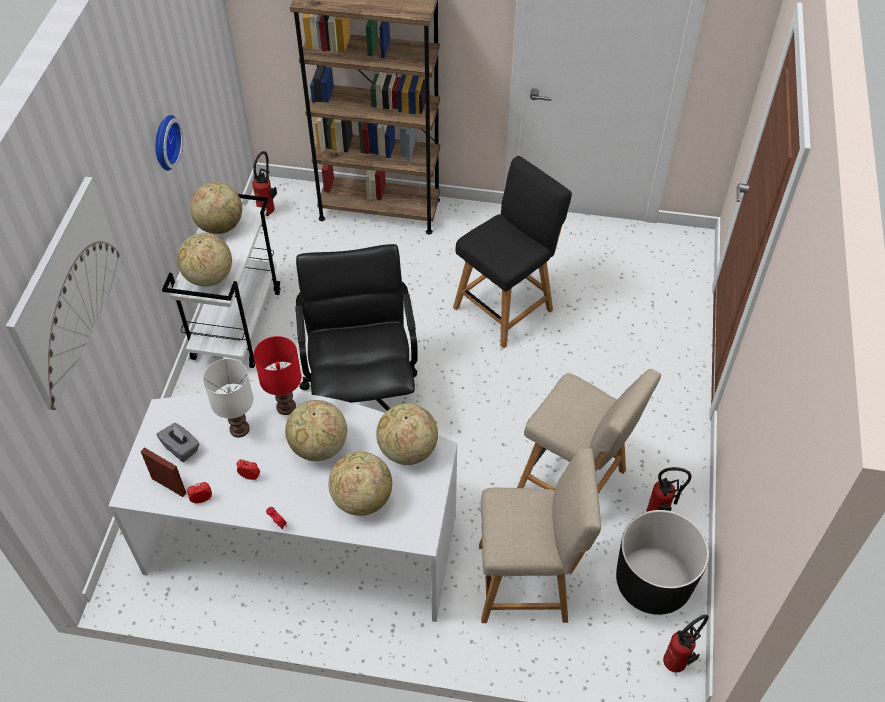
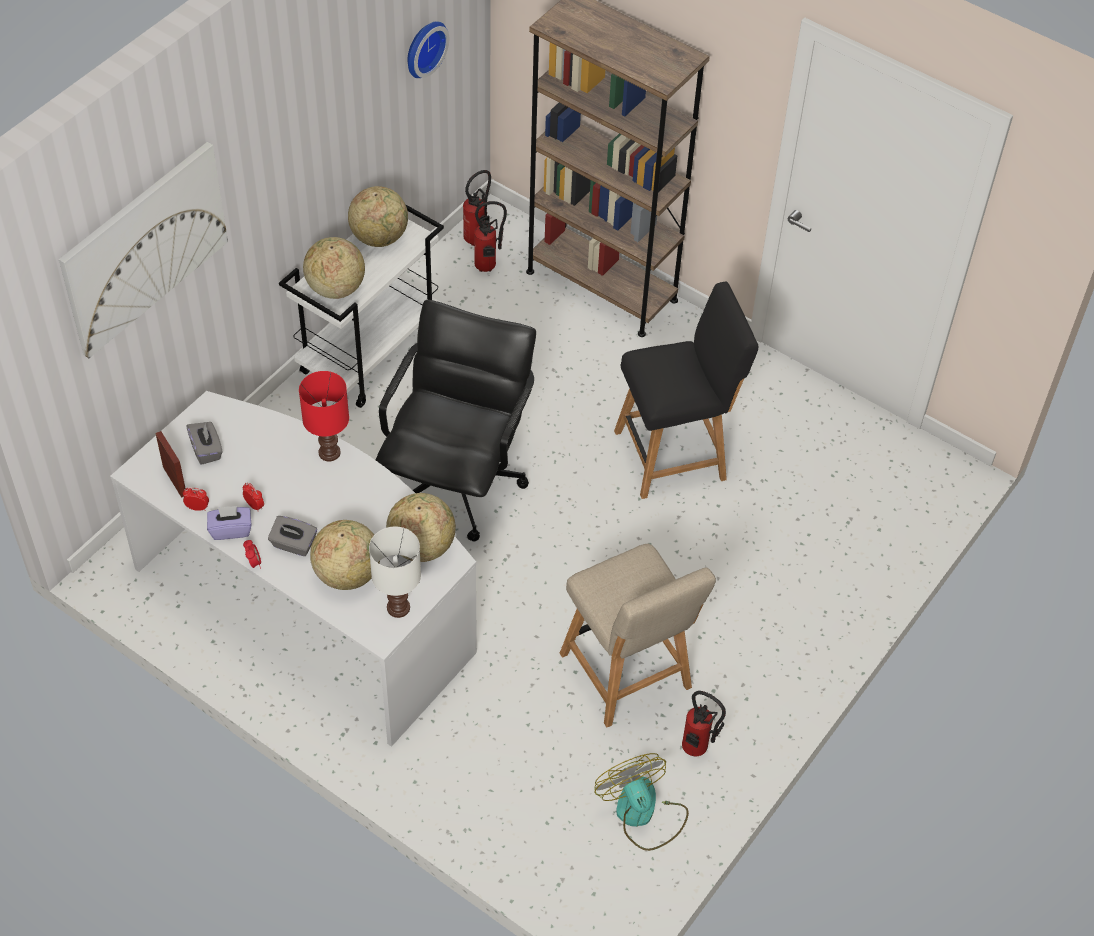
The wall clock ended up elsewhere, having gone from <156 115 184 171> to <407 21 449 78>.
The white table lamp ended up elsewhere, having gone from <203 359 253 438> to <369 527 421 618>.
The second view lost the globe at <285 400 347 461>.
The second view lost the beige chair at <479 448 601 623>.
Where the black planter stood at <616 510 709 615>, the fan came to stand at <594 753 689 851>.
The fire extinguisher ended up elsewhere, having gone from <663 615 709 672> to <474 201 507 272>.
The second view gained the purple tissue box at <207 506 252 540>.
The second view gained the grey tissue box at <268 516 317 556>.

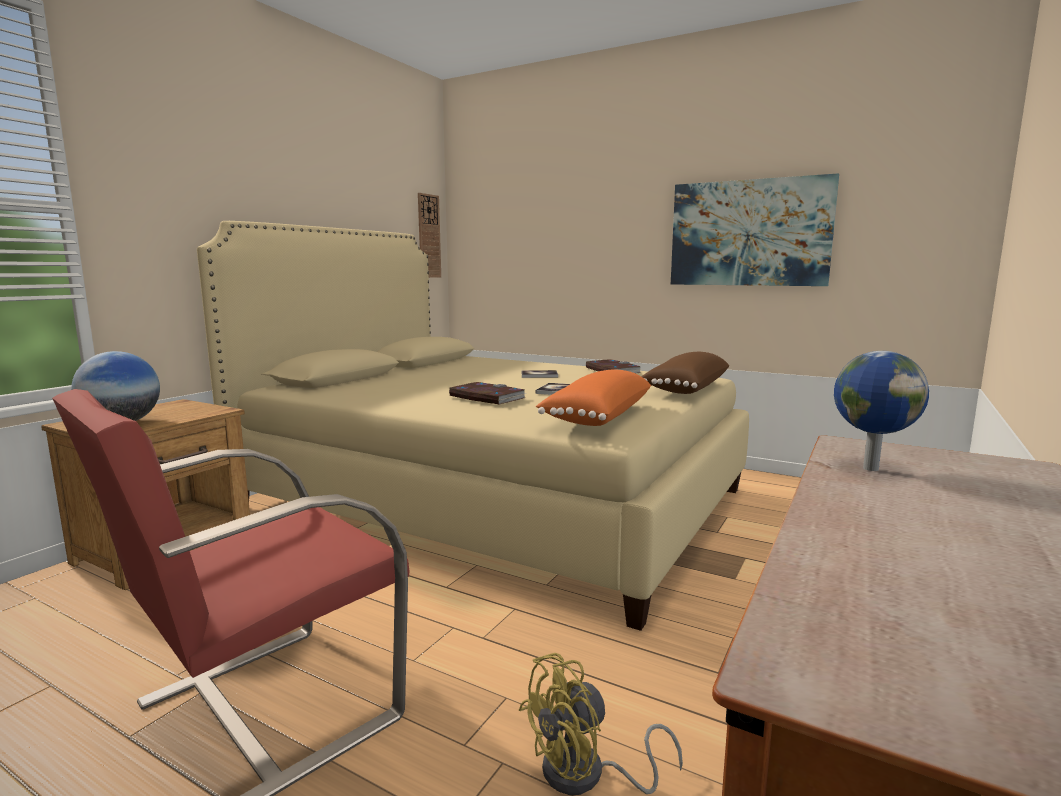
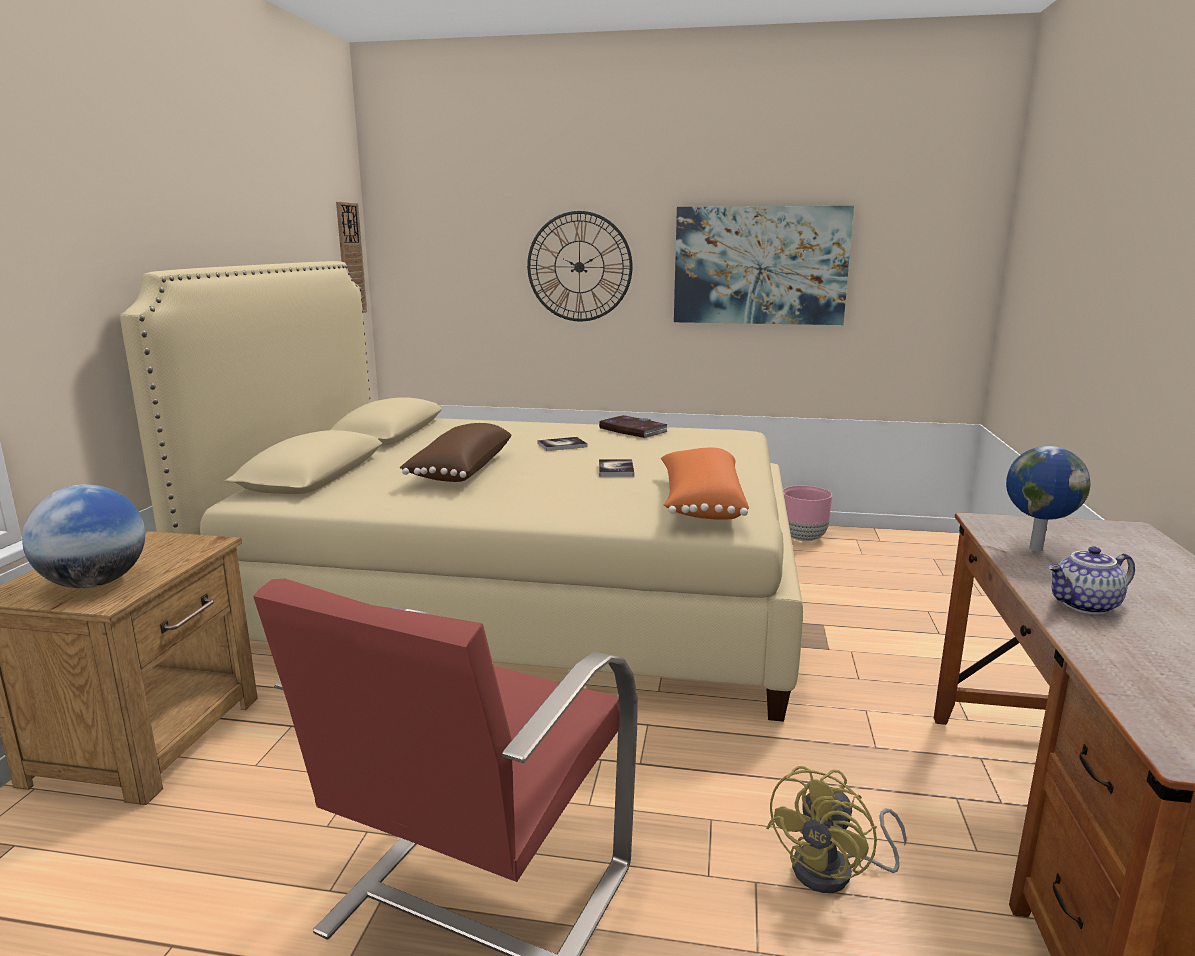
The second view lost the book at <449 382 527 405>.
The brown pillow ended up elsewhere, having gone from <641 352 729 394> to <400 423 512 482>.
The second view gained the wall clock at <527 211 633 322>.
The second view gained the pink planter at <783 486 832 541>.
The second view gained the teapot at <1048 546 1135 615>.

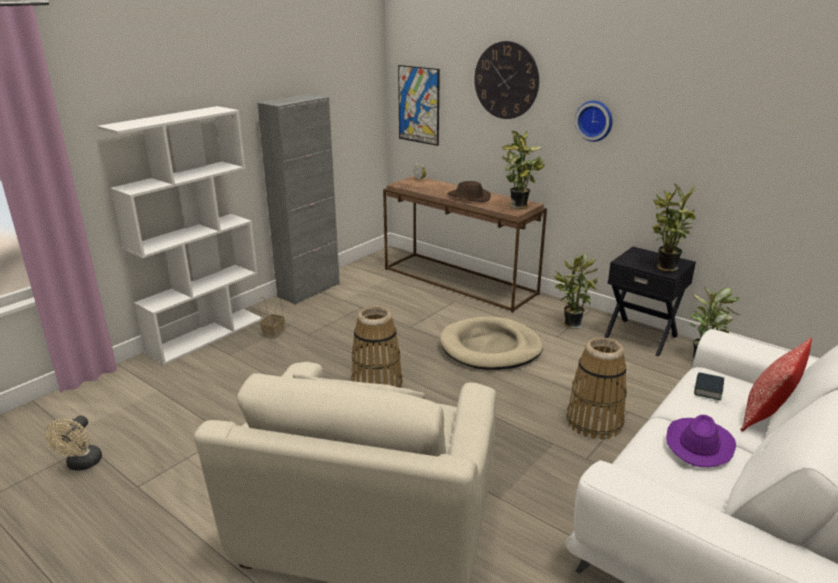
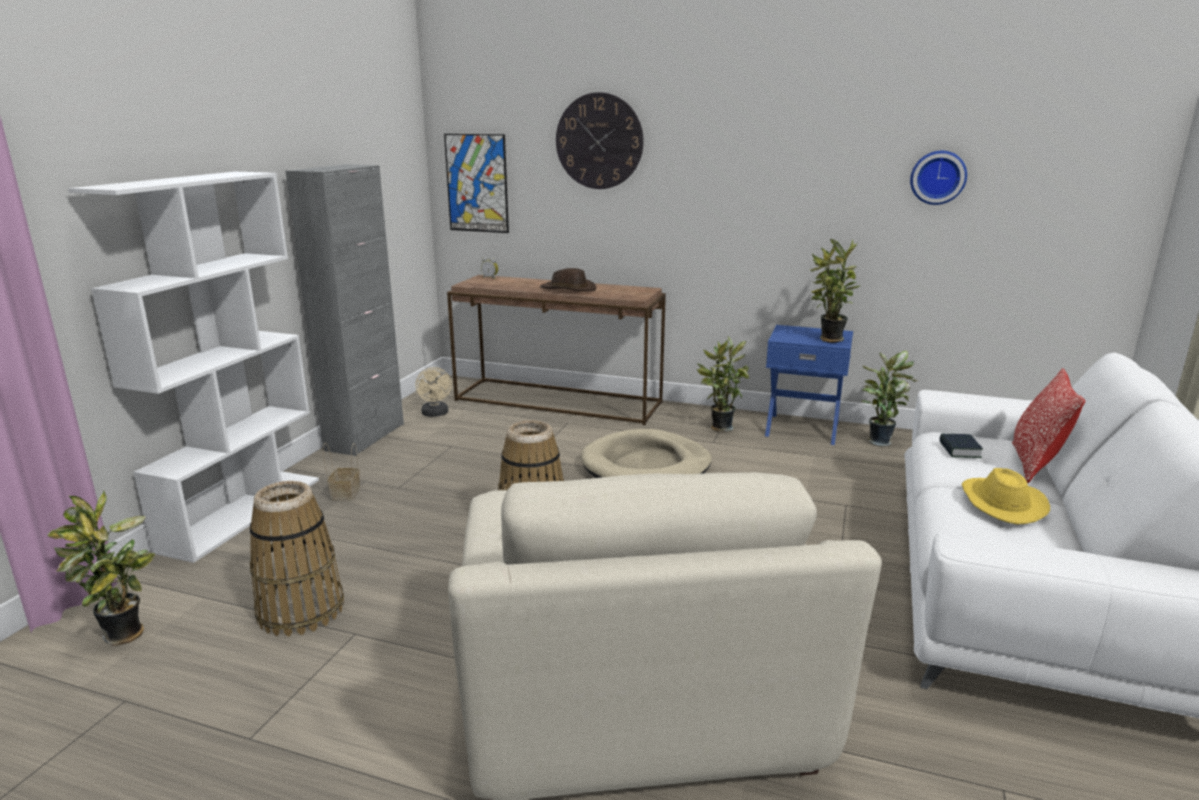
The beige fan ended up elsewhere, having gone from <45 416 102 470> to <415 367 452 417>.
The potted plant ended up elsewhere, having gone from <502 130 545 209> to <47 491 155 646>.
The basket ended up elsewhere, having gone from <567 337 627 440> to <250 481 344 637>.
The wall clock ended up elsewhere, having gone from <575 101 613 142> to <910 151 967 205>.
What was the black nightstand at <604 247 696 356> turned into the blue nightstand at <765 325 853 445>.
What was the purple hat at <666 415 736 467> turned into the yellow hat at <962 468 1050 524>.

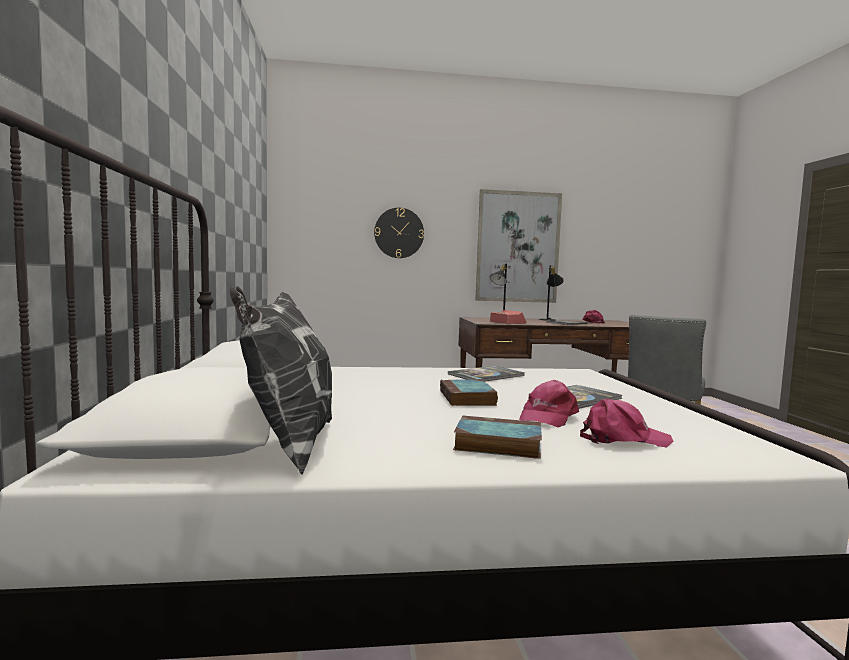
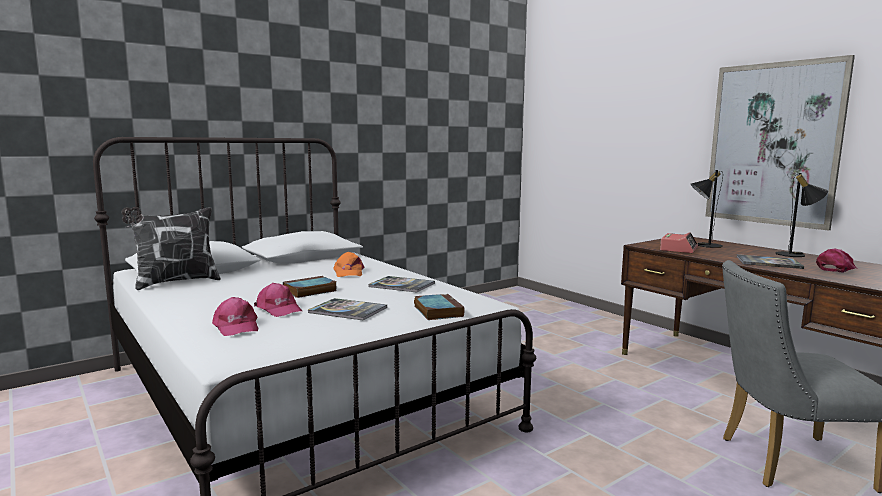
The second view lost the wall clock at <374 208 424 258>.
The book ended up elsewhere, having gone from <453 415 542 459> to <414 294 464 320>.
The pink cap at <519 380 579 427> ended up facing another way, 135 degrees counterclockwise from before.
The second view gained the orange cap at <333 252 364 277>.

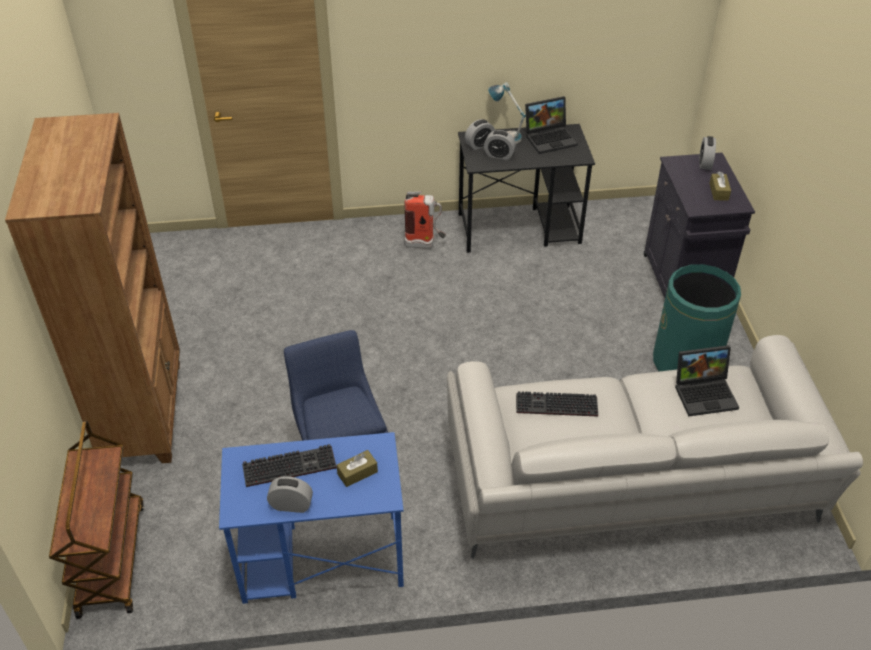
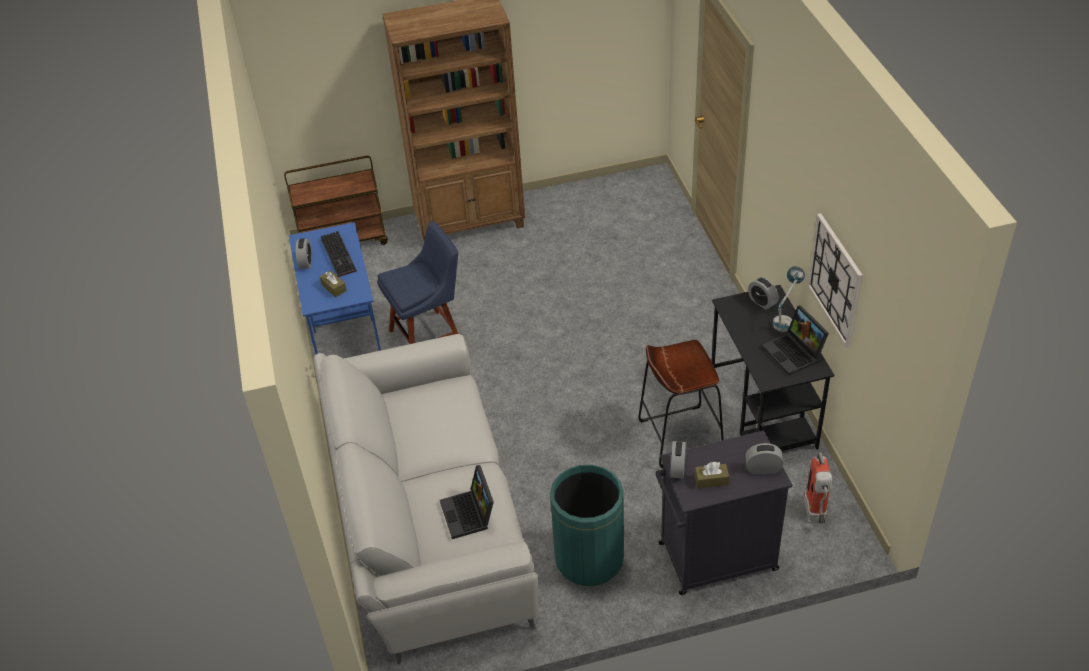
The fire extinguisher ended up elsewhere, having gone from <404 191 446 249> to <804 452 833 524>.
The alarm clock ended up elsewhere, having gone from <484 130 516 160> to <671 441 686 478>.
The second view lost the keyboard at <516 391 598 417>.
The second view gained the brown stool at <639 340 724 468>.
The second view gained the wall clock at <807 213 863 348>.

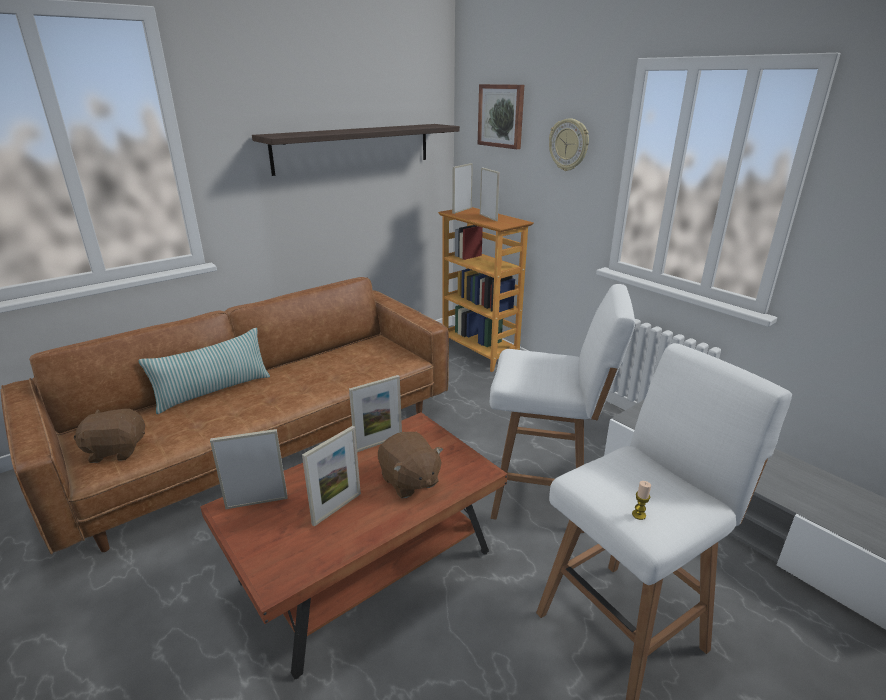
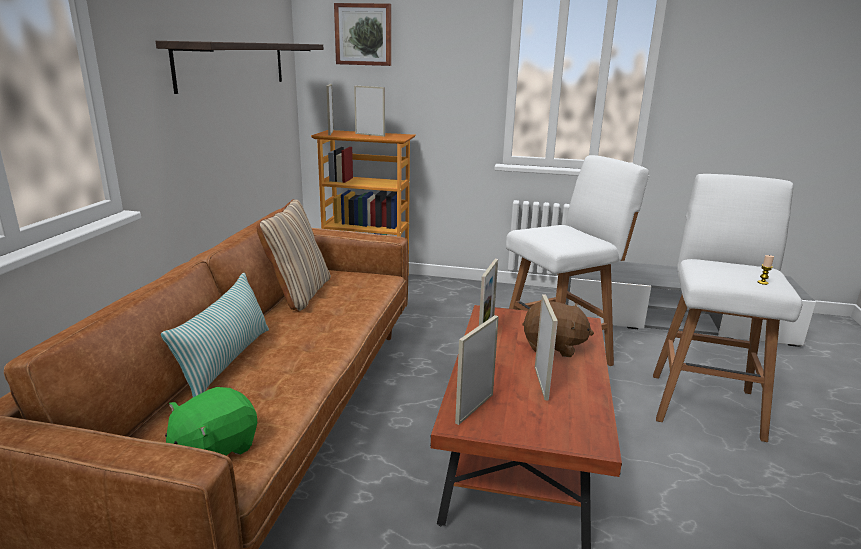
What was the brown plush toy at <74 409 145 463> turned into the green plush toy at <165 387 257 455>.
The second view lost the wall clock at <549 118 589 171>.
The second view gained the beige pillow at <257 199 331 312>.

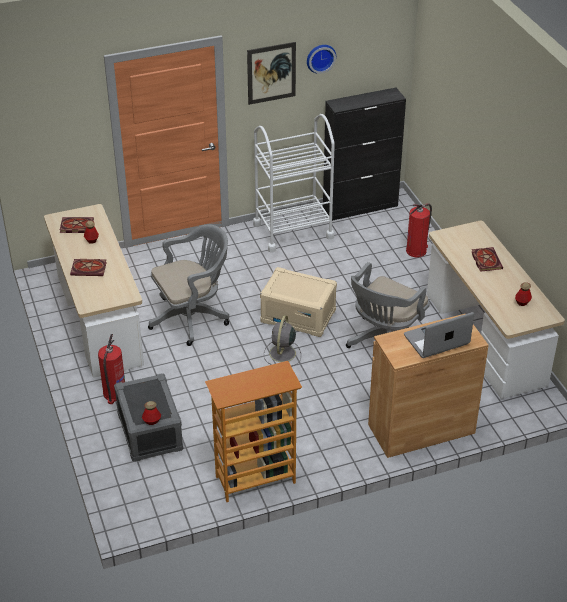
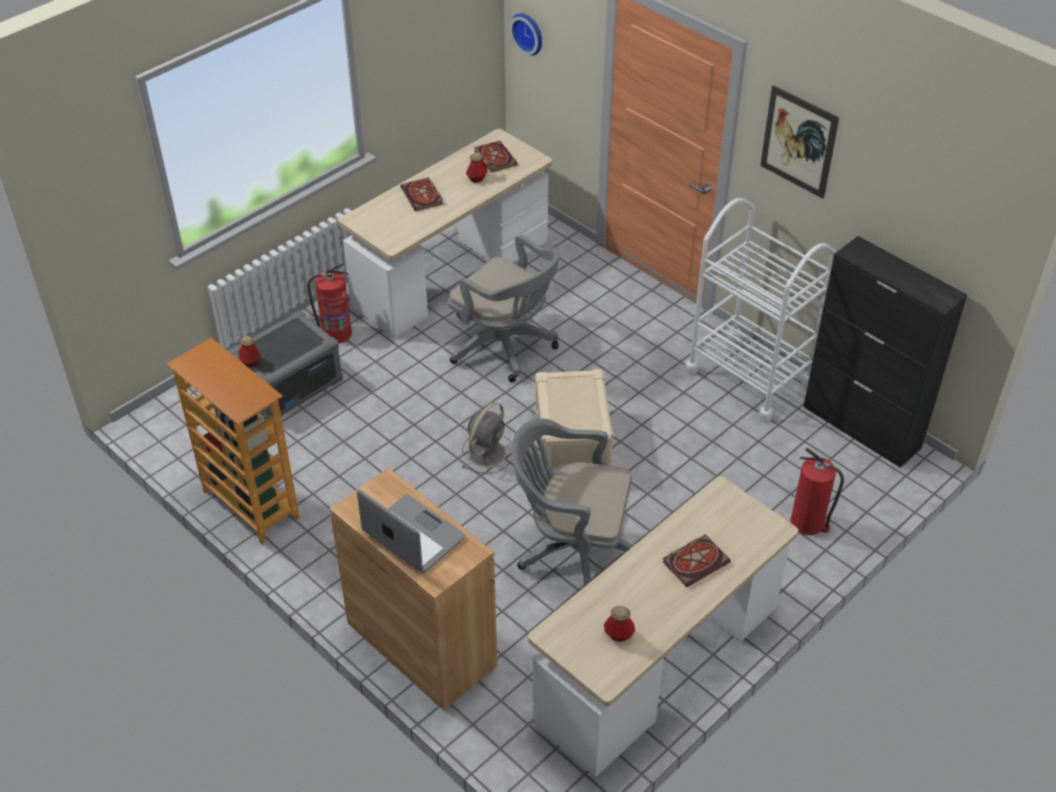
The grey fan at <264 315 301 366> ended up facing another way, 135 degrees clockwise from before.
The wall clock ended up elsewhere, having gone from <307 45 336 74> to <510 13 542 56>.

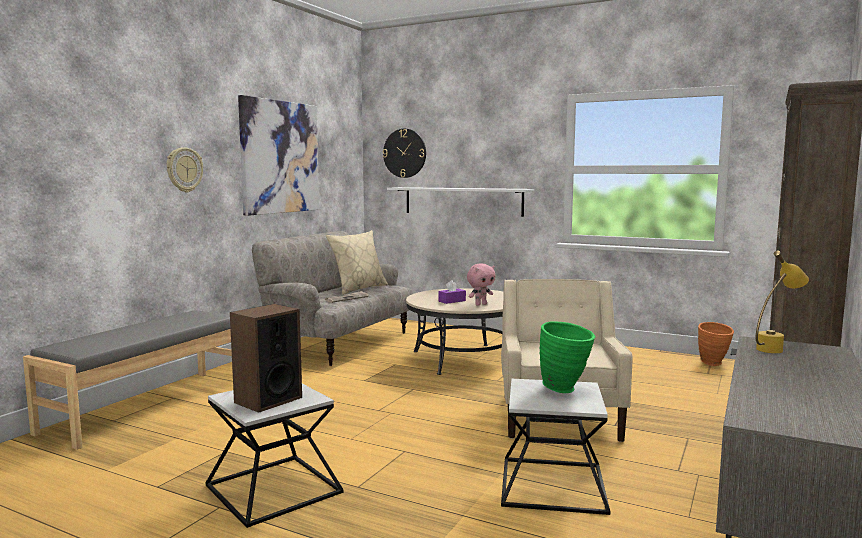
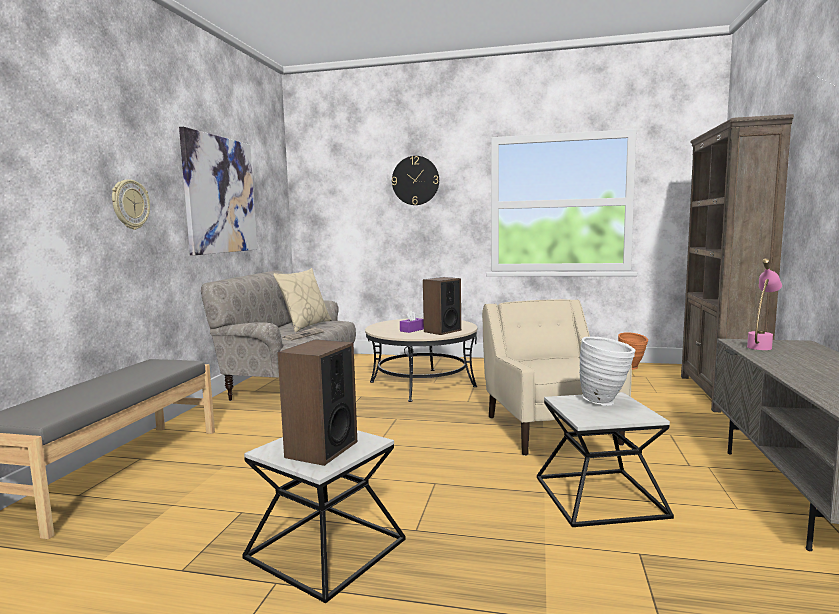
The wall clock ended up elsewhere, having gone from <383 129 426 178> to <392 156 439 205>.
The second view lost the white shelf at <387 187 534 217>.
Where the pink plush toy stood at <467 263 496 306>, the speaker came to stand at <423 277 461 335>.
What was the green vase at <540 321 595 393> turned into the white vase at <579 337 635 406>.
What was the yellow table lamp at <756 251 809 353> turned into the pink table lamp at <747 258 782 350>.

